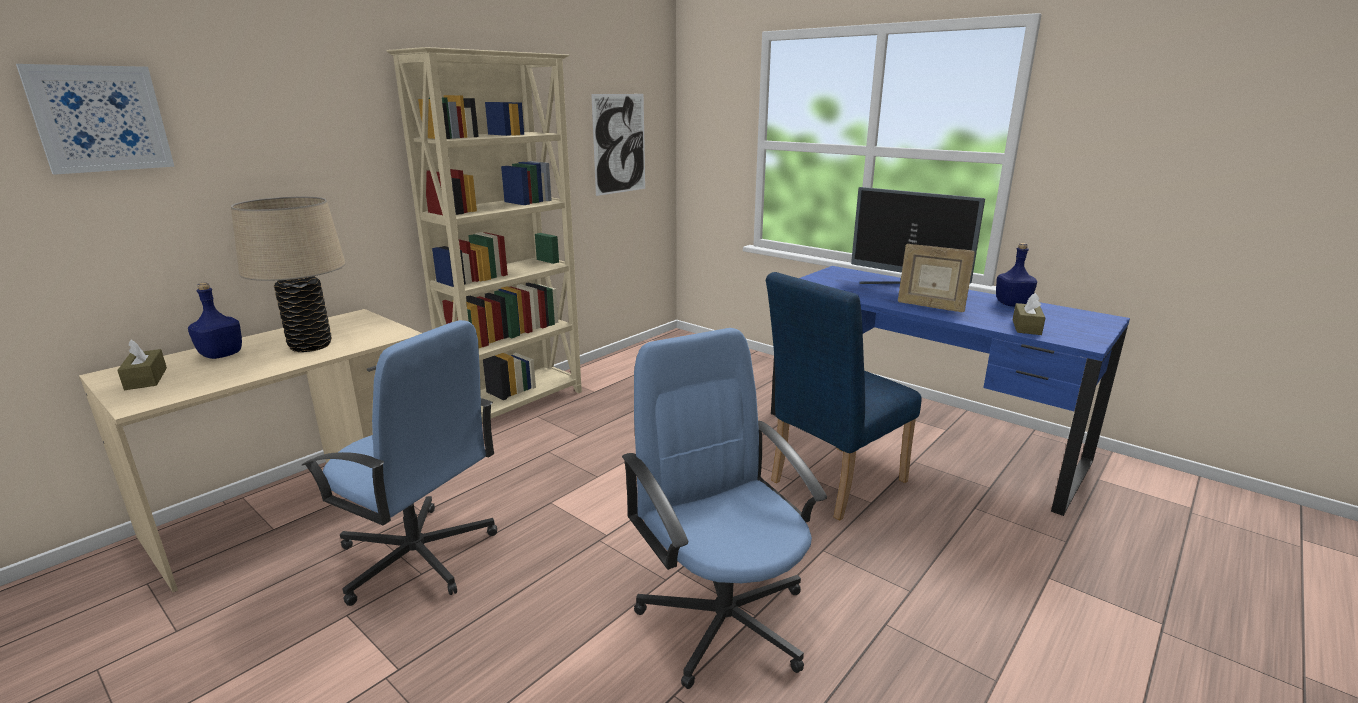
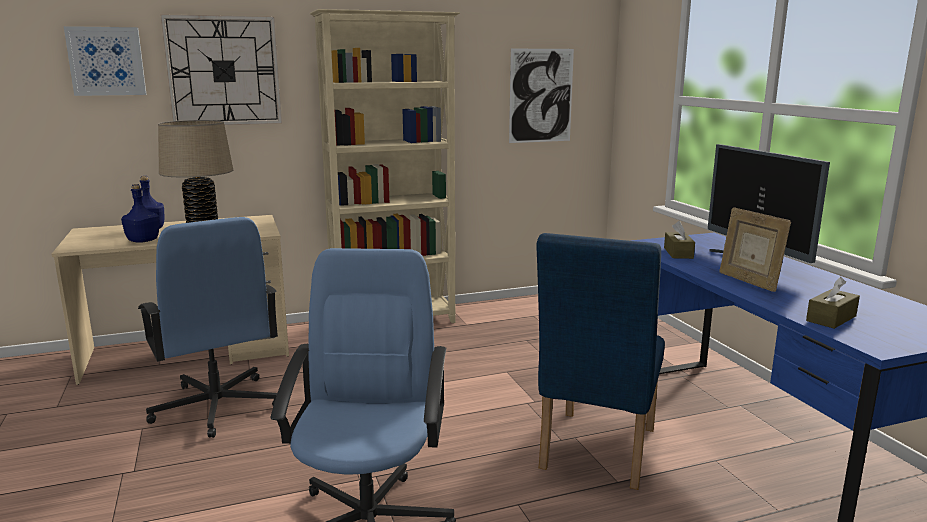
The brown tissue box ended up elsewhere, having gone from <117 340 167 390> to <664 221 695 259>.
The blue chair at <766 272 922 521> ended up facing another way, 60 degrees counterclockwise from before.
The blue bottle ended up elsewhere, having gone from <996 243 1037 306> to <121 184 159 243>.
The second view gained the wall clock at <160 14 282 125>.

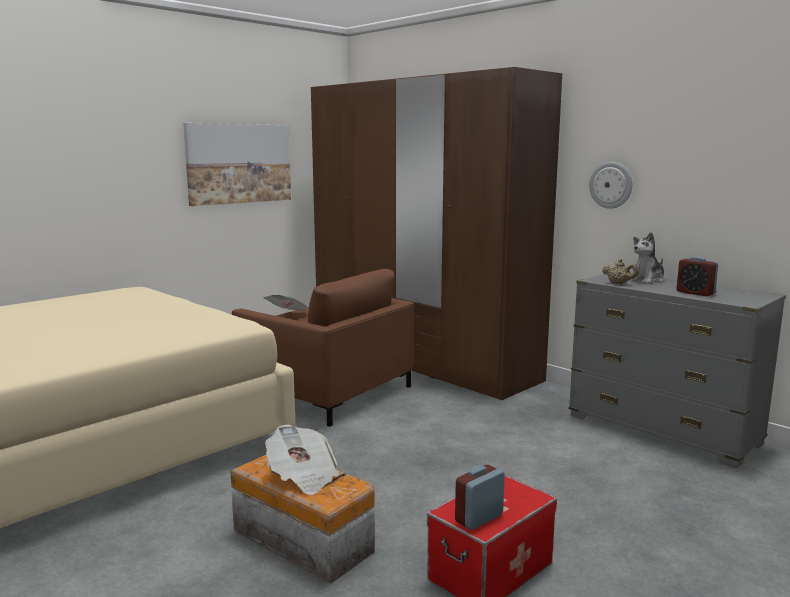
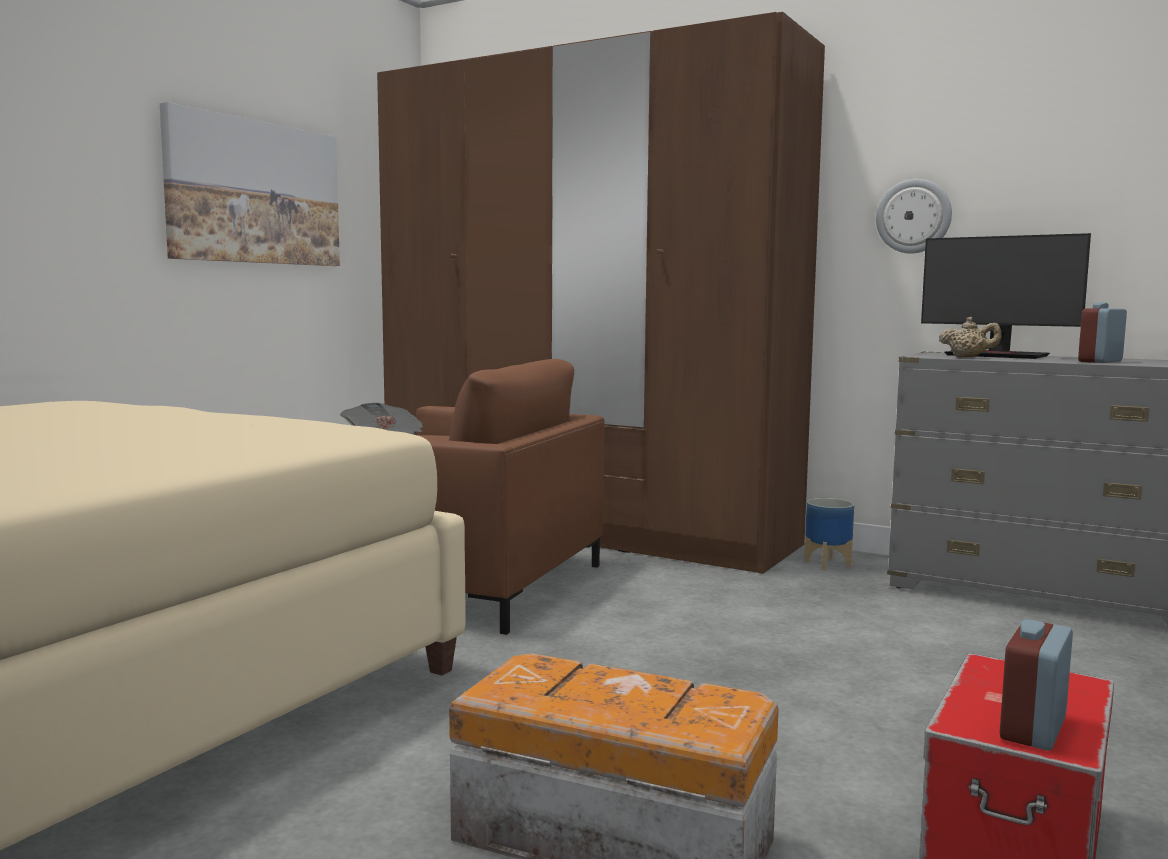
The second view lost the newspaper at <265 424 340 495>.
Where the plush toy stood at <629 232 664 284>, the monitor came to stand at <921 233 1091 359>.
The alarm clock at <677 257 719 296> ended up facing another way, 105 degrees clockwise from before.
The second view gained the planter at <804 498 854 570>.

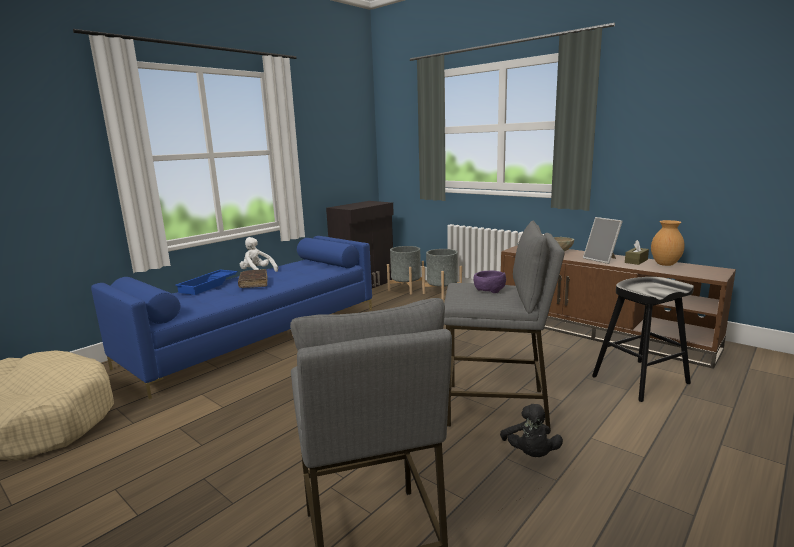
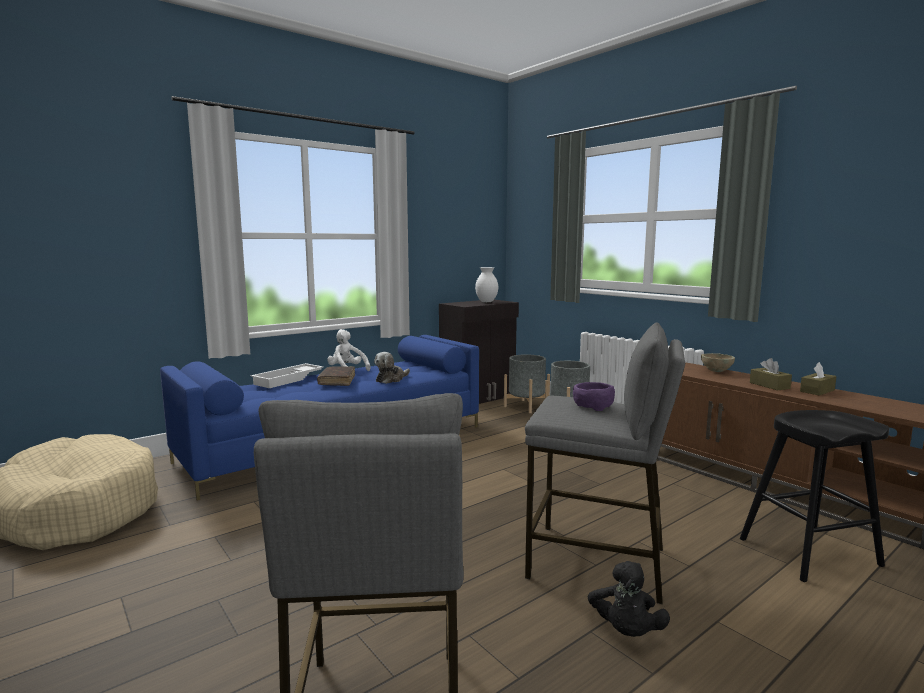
What was the blue tray at <175 269 238 295> turned into the white tray at <251 363 323 388>.
Where the picture frame stood at <583 217 623 264>, the brown tissue box came to stand at <750 358 792 390>.
The second view lost the brown vase at <651 220 685 266>.
The second view gained the plush toy at <374 352 410 384>.
The second view gained the white vase at <475 267 498 302>.

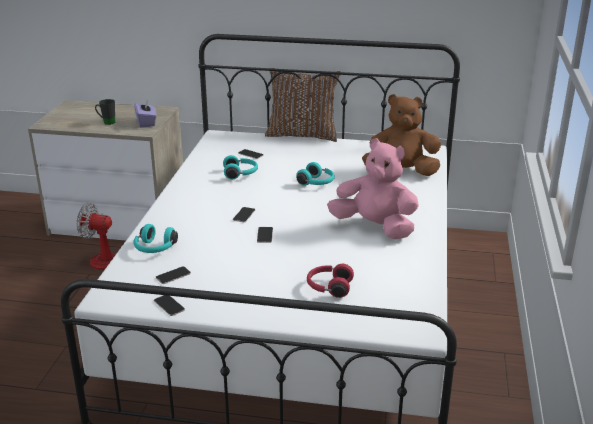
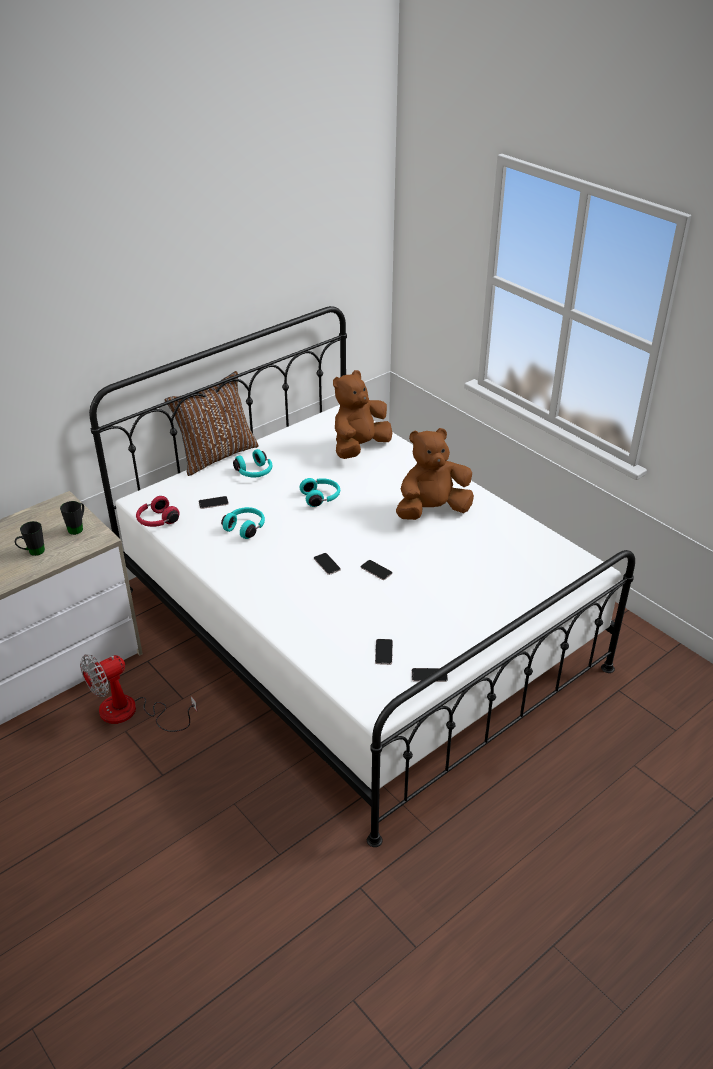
Where the purple tissue box stood at <134 100 157 127>, the black mug came to stand at <60 501 84 535>.
The turquoise headphones ended up elsewhere, having gone from <134 224 178 253> to <233 449 273 477>.
The red headphones ended up elsewhere, having gone from <307 264 354 298> to <136 496 180 527>.
What was the pink plush toy at <327 138 419 239> turned into the brown plush toy at <396 428 474 520>.

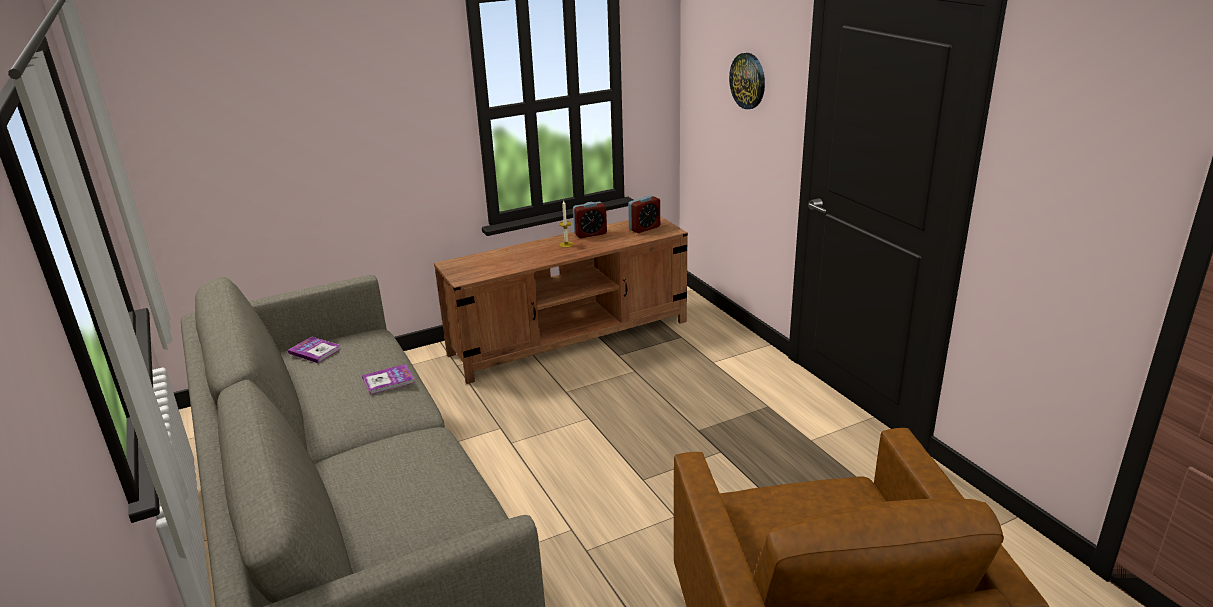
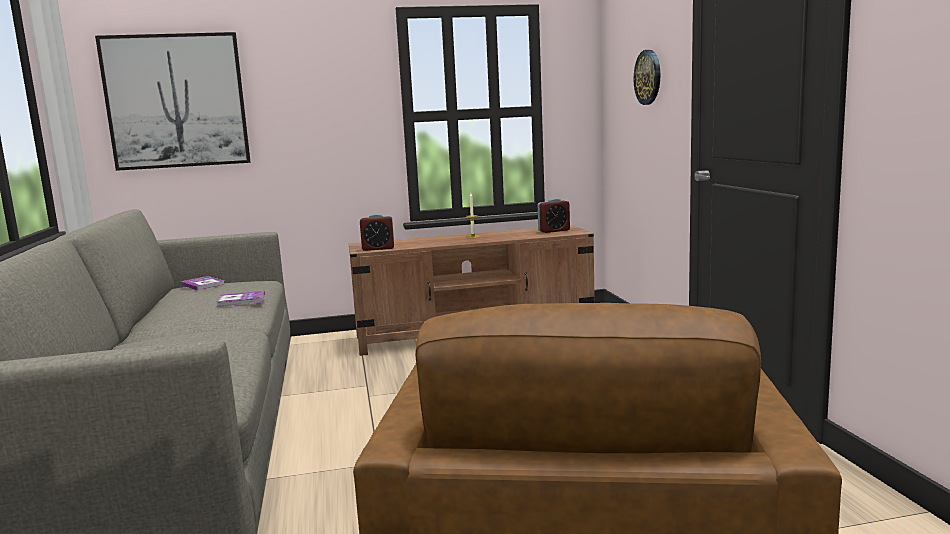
The alarm clock ended up elsewhere, having gone from <573 202 607 238> to <360 214 394 251>.
The second view gained the picture at <95 32 251 171>.

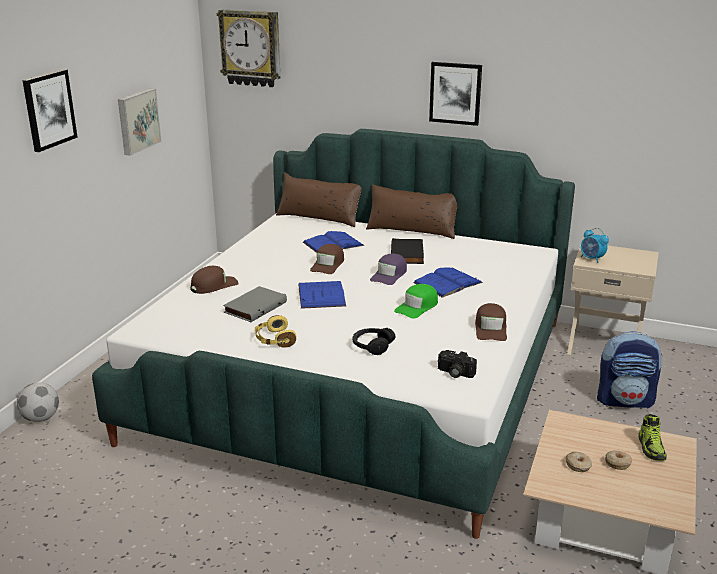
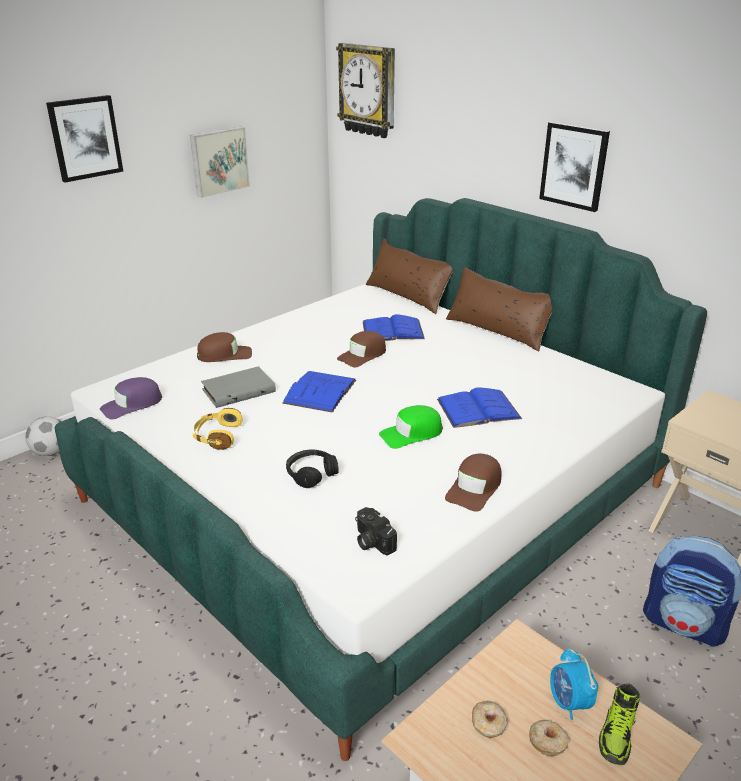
The purple cap ended up elsewhere, having gone from <370 254 407 285> to <100 377 162 420>.
The second view lost the black book at <391 238 424 264>.
The alarm clock ended up elsewhere, having gone from <581 228 609 263> to <550 647 598 720>.

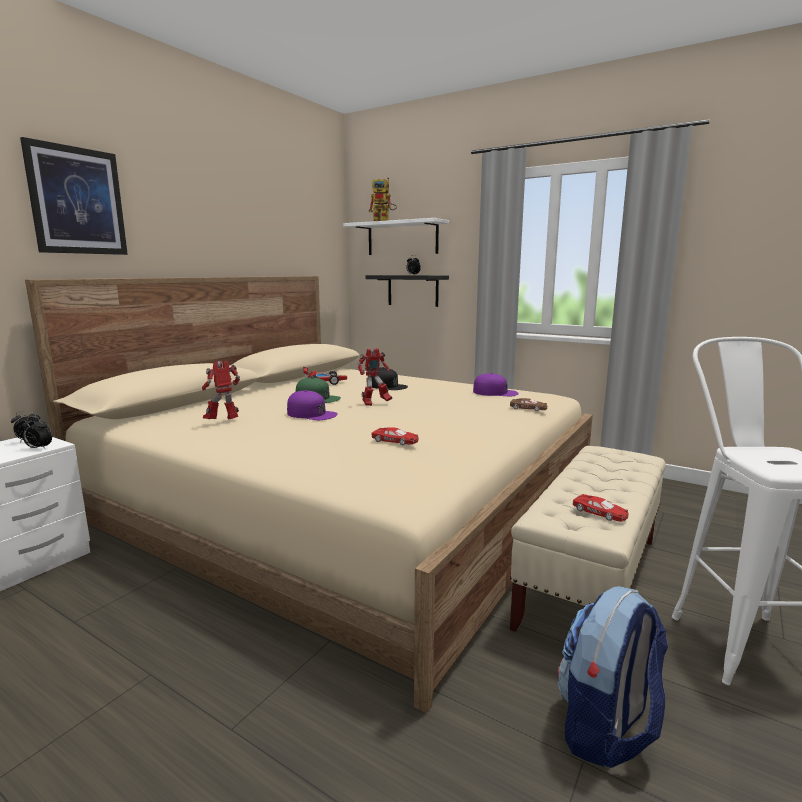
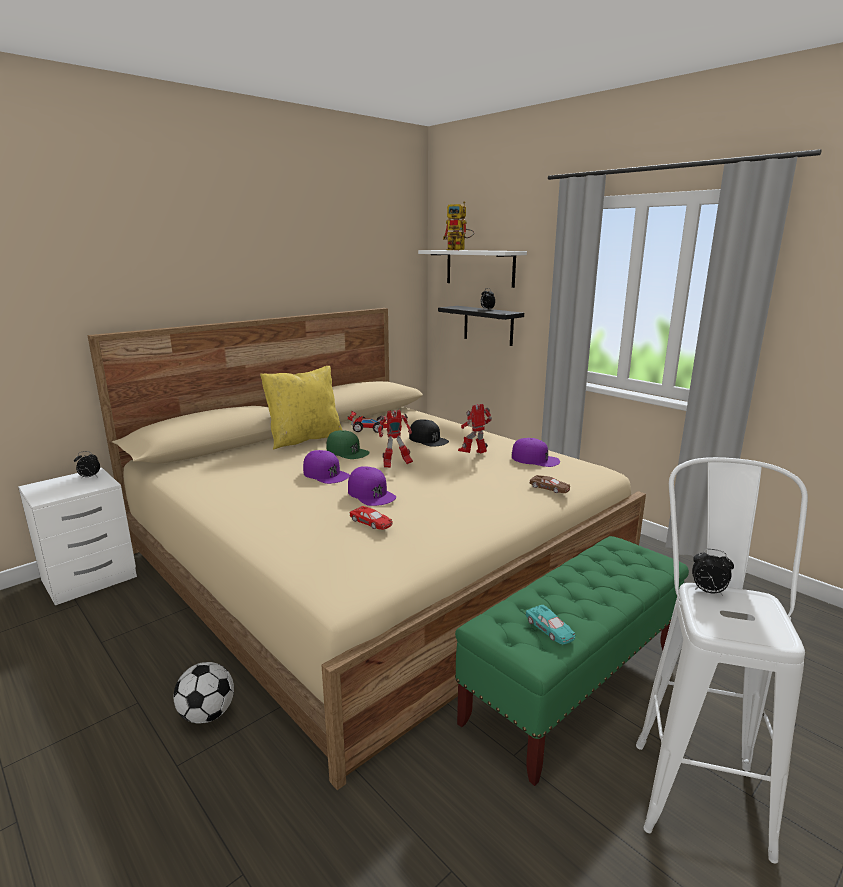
The second view lost the picture at <20 137 128 255>.
The alarm clock ended up elsewhere, having gone from <22 416 52 449> to <692 549 734 596>.
The toy robot ended up elsewhere, having gone from <202 360 240 419> to <458 404 492 453>.
What was the beige bench at <510 446 666 632> turned into the green bench at <455 536 689 786>.
The second view lost the backpack at <558 586 668 768>.
What was the red toy car at <573 494 629 522> turned into the turquoise toy car at <526 605 575 644>.
The second view gained the football at <173 662 234 724>.
The second view gained the yellow pillow at <260 366 342 450>.
The second view gained the purple cap at <348 466 396 506>.

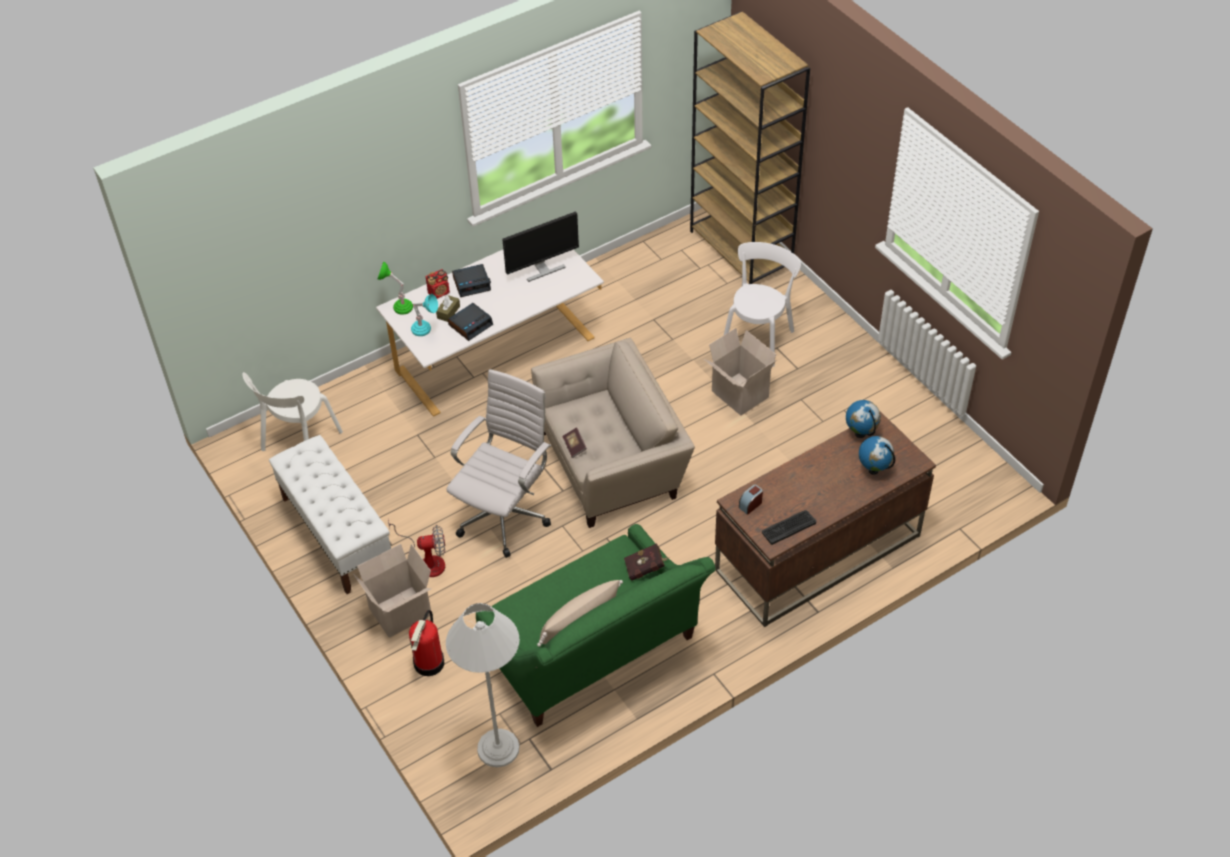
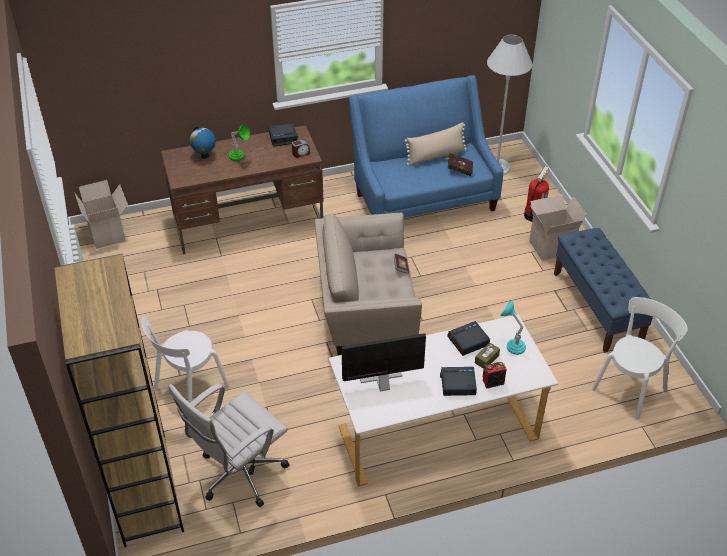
What was the white bench at <269 435 391 594> turned into the blue bench at <554 228 653 353>.
The green table lamp ended up elsewhere, having gone from <377 262 413 315> to <229 125 250 161>.
The second view lost the fan at <388 520 445 577>.
The white office chair ended up elsewhere, having gone from <446 369 551 558> to <169 383 290 507>.
What was the green sofa at <476 524 716 727> turned into the blue sofa at <349 75 503 218>.
The red book ended up elsewhere, having gone from <624 543 668 581> to <444 153 473 176>.
The cardboard box ended up elsewhere, having gone from <704 328 776 416> to <75 180 128 249>.
Where the keyboard stood at <762 510 816 545>, the alarm clock came to stand at <268 123 298 146>.
The second view lost the globe at <846 400 881 438>.

